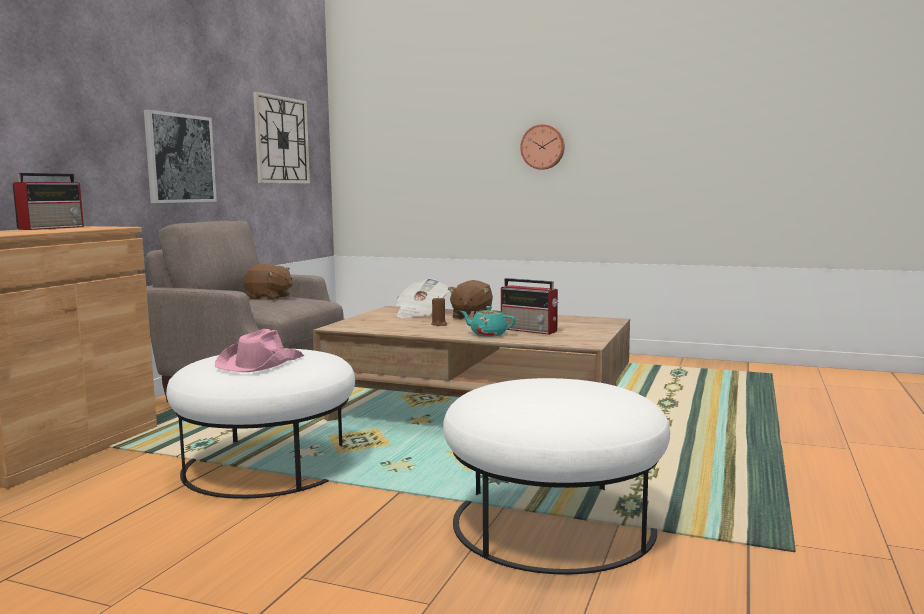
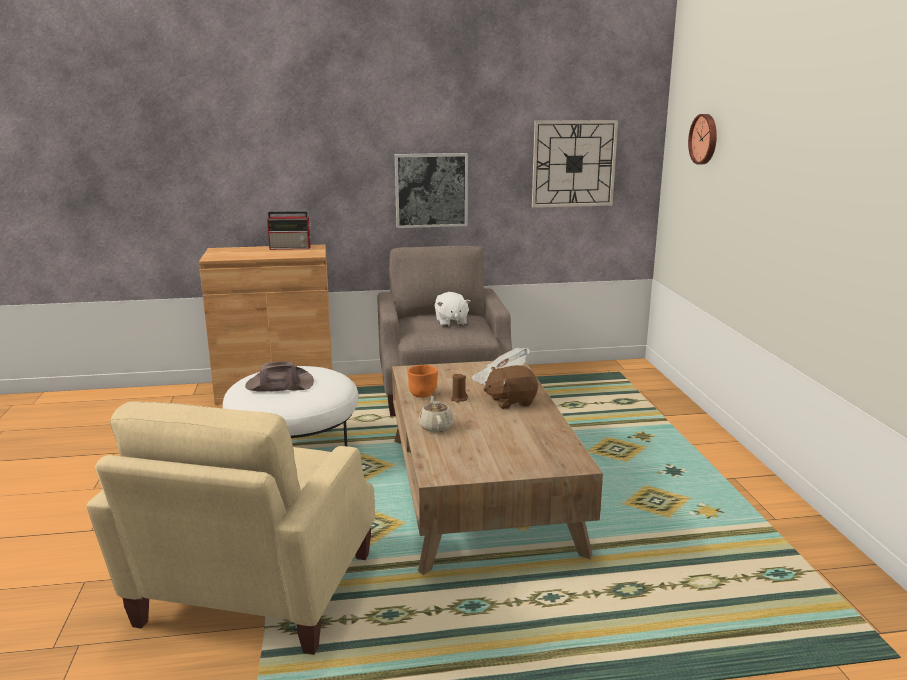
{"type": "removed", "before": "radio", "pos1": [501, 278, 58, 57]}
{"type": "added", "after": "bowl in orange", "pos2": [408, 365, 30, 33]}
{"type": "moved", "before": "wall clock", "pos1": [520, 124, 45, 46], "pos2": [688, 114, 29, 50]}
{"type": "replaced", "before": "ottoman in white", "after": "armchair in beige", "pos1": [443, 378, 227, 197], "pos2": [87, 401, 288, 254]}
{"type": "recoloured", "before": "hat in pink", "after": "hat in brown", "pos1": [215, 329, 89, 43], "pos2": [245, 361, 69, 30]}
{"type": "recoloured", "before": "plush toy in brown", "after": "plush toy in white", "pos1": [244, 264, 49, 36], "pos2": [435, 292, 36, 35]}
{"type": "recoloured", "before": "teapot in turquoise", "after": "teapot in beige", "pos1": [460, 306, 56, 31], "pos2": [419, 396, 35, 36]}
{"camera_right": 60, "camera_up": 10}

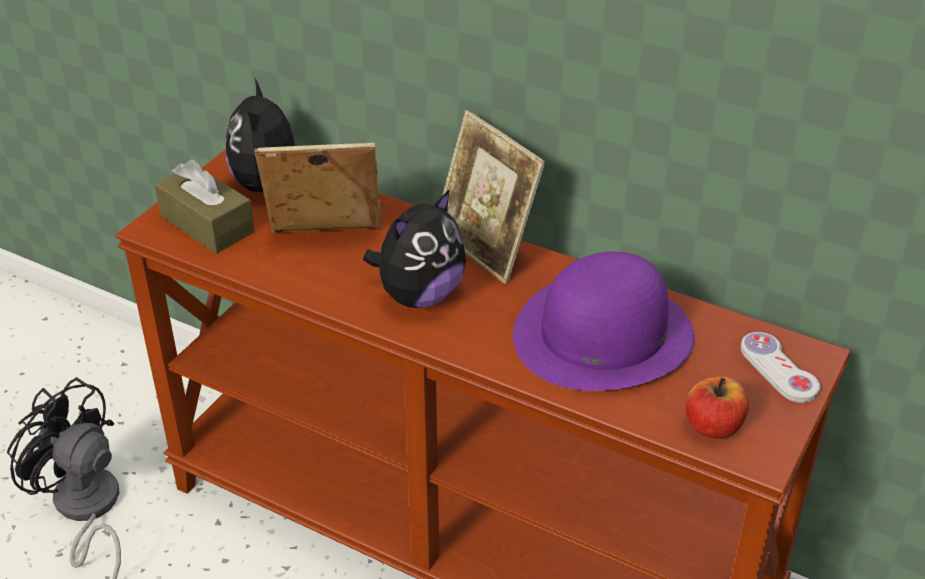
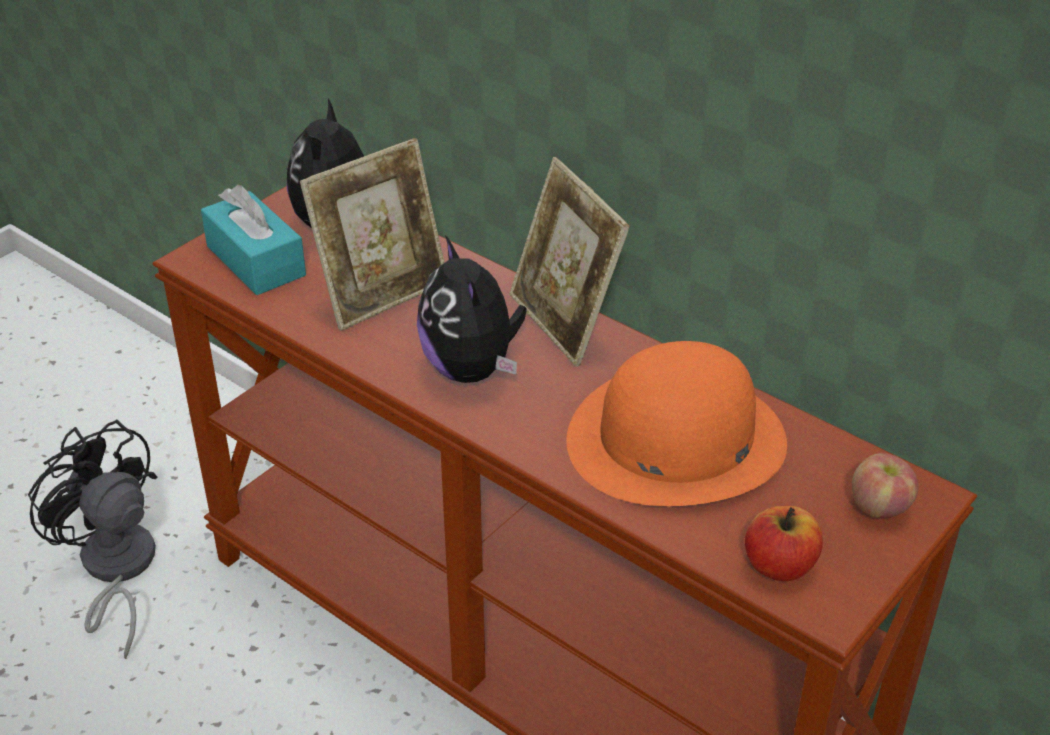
{"type": "replaced", "before": "game controller in white", "after": "apple", "pos1": [741, 332, 79, 71], "pos2": [852, 453, 67, 65]}
{"type": "recoloured", "before": "tissue box in brown", "after": "tissue box in turquoise", "pos1": [155, 159, 100, 95], "pos2": [201, 185, 105, 110]}
{"type": "recoloured", "before": "hat in purple", "after": "hat in orange", "pos1": [513, 252, 182, 139], "pos2": [566, 341, 221, 165]}
{"type": "turned", "before": "picture frame", "pos1": [254, 143, 128, 90], "pos2": [300, 138, 145, 193], "turn": 135}
{"type": "turned", "before": "plush toy", "pos1": [363, 189, 103, 119], "pos2": [417, 235, 110, 148], "turn": 105}
{"camera_right": 10, "camera_up": 0}

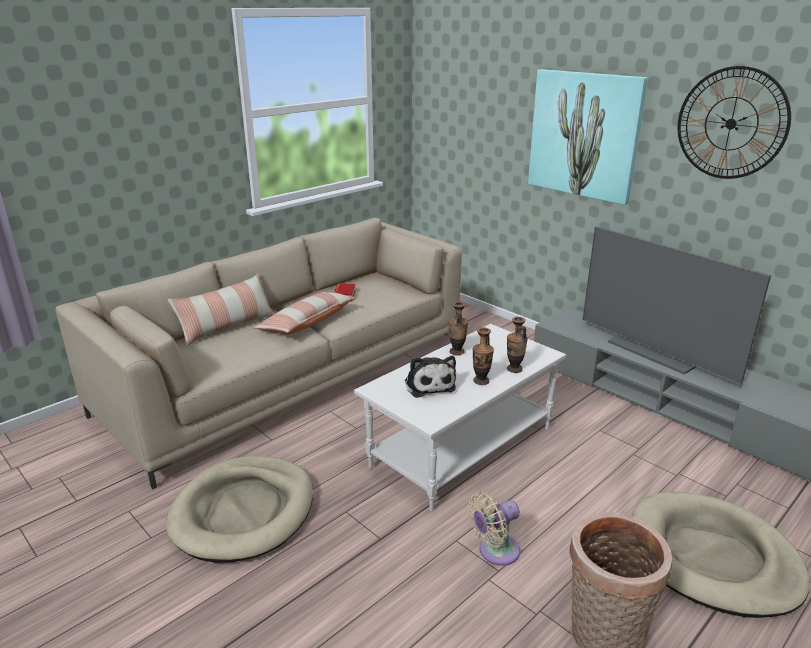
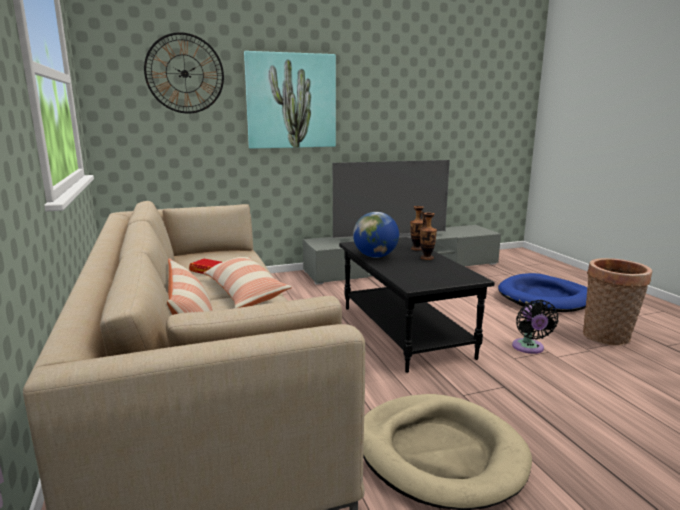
{"type": "removed", "before": "plush toy", "pos1": [405, 356, 51, 42]}
{"type": "moved", "before": "wall clock", "pos1": [678, 66, 113, 113], "pos2": [144, 32, 80, 82]}
{"type": "replaced", "before": "vase", "after": "globe", "pos1": [448, 302, 20, 54], "pos2": [353, 212, 46, 46]}
{"type": "recoloured", "before": "coffee table in white", "after": "coffee table in black", "pos1": [354, 324, 212, 187], "pos2": [339, 237, 156, 136]}
{"type": "recoloured", "before": "fan in beige", "after": "fan in black", "pos1": [468, 491, 52, 75], "pos2": [512, 300, 46, 54]}
{"type": "recoloured", "before": "dog bed in beige", "after": "dog bed in blue", "pos1": [632, 492, 178, 126], "pos2": [498, 273, 89, 39]}
{"camera_right": -65, "camera_up": -10}

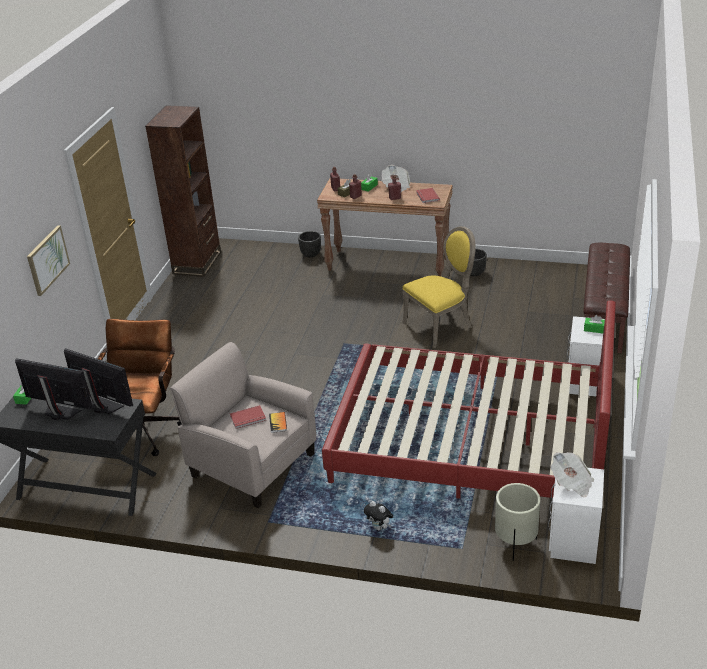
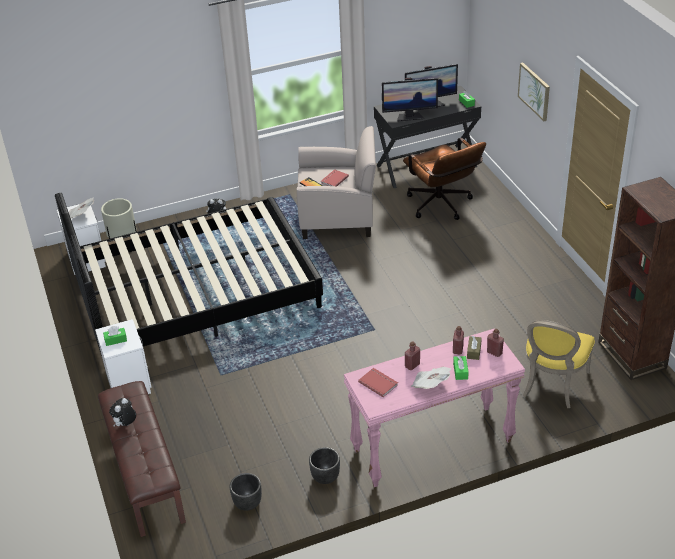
{"type": "added", "after": "plush toy", "pos2": [109, 398, 27, 29]}
{"type": "moved", "before": "planter in black", "pos1": [298, 231, 23, 27], "pos2": [230, 473, 32, 38]}
{"type": "moved", "before": "chair in yellow", "pos1": [402, 226, 74, 122], "pos2": [522, 320, 73, 88]}
{"type": "recoloured", "before": "console table in brown", "after": "console table in pink", "pos1": [317, 178, 136, 98], "pos2": [344, 329, 181, 158]}
{"type": "recoloured", "before": "bed in red", "after": "bed in black", "pos1": [322, 301, 294, 198], "pos2": [55, 193, 268, 163]}
{"camera_right": 145, "camera_up": 5}

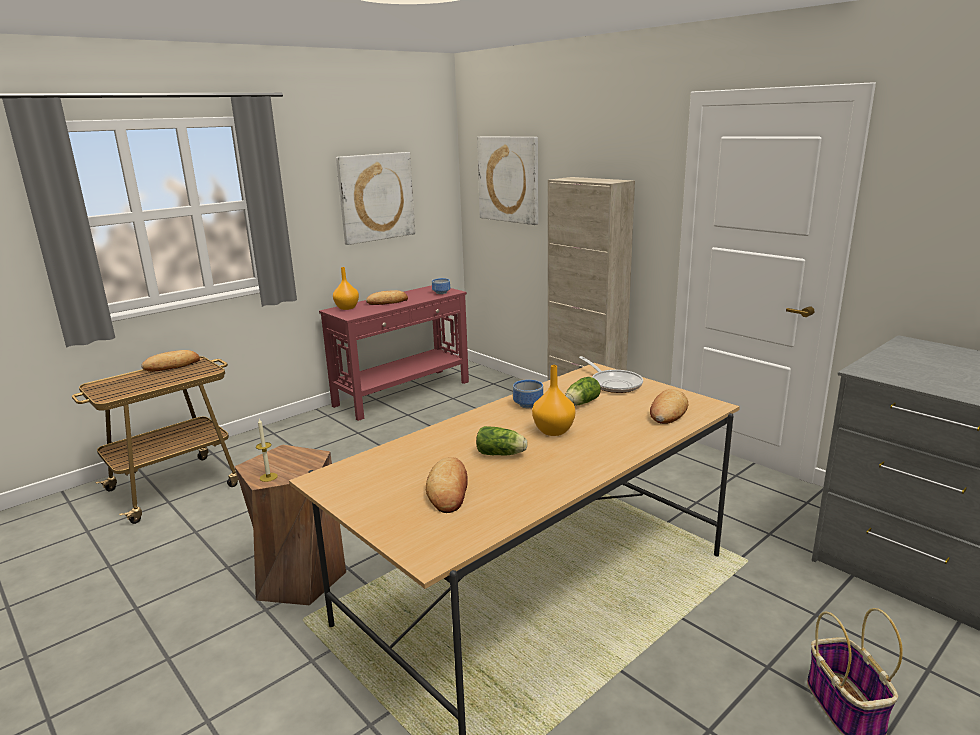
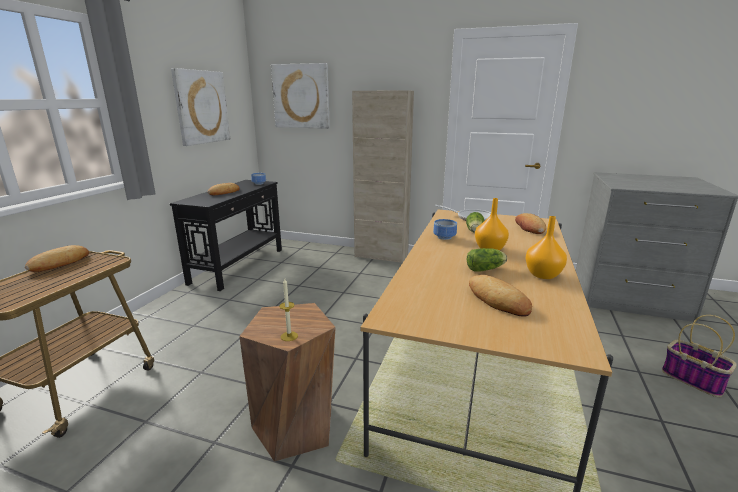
{"type": "moved", "before": "vase in orange", "pos1": [333, 267, 26, 43], "pos2": [525, 216, 42, 63]}
{"type": "recoloured", "before": "console table in red", "after": "console table in black", "pos1": [319, 285, 150, 136], "pos2": [170, 180, 112, 111]}
{"camera_right": -30, "camera_up": 0}

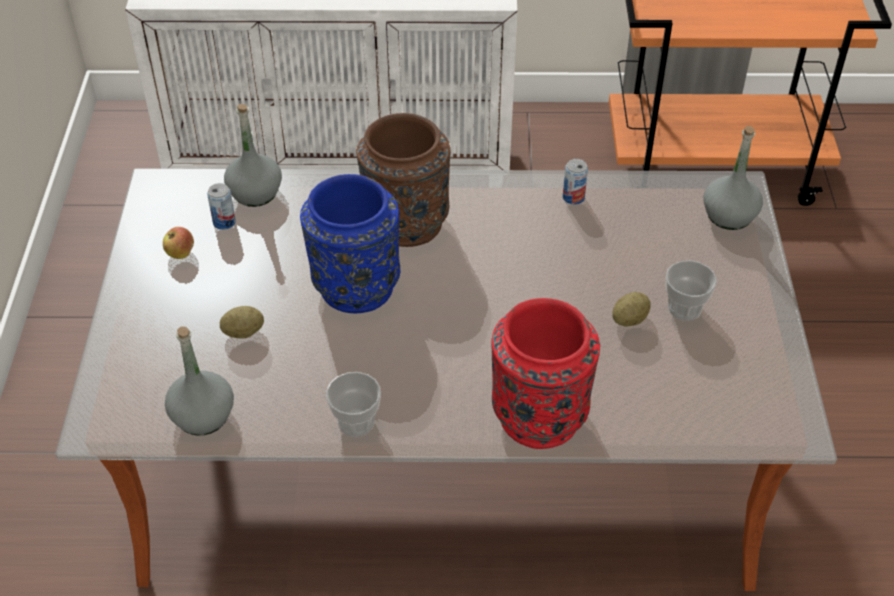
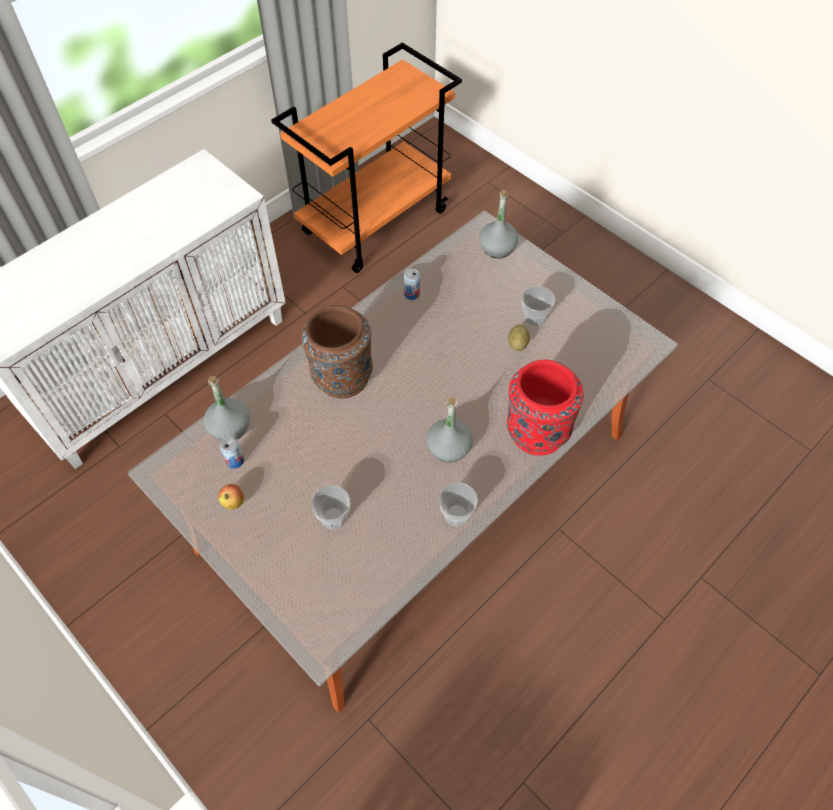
{"type": "removed", "before": "vase in blue", "pos1": [300, 174, 100, 139]}
{"type": "moved", "before": "bottle in grey", "pos1": [165, 327, 69, 108], "pos2": [426, 397, 47, 66]}
{"type": "replaced", "before": "potato", "after": "cup", "pos1": [220, 306, 44, 33], "pos2": [311, 485, 39, 44]}
{"camera_right": -45, "camera_up": 10}

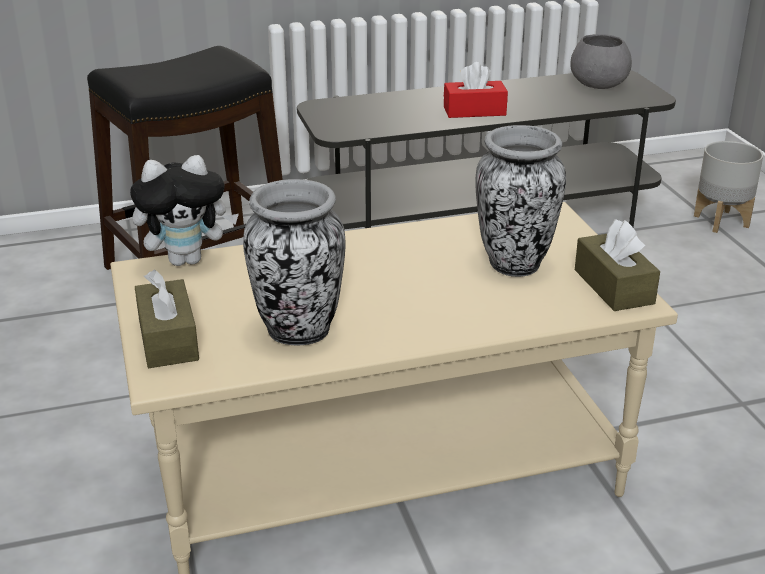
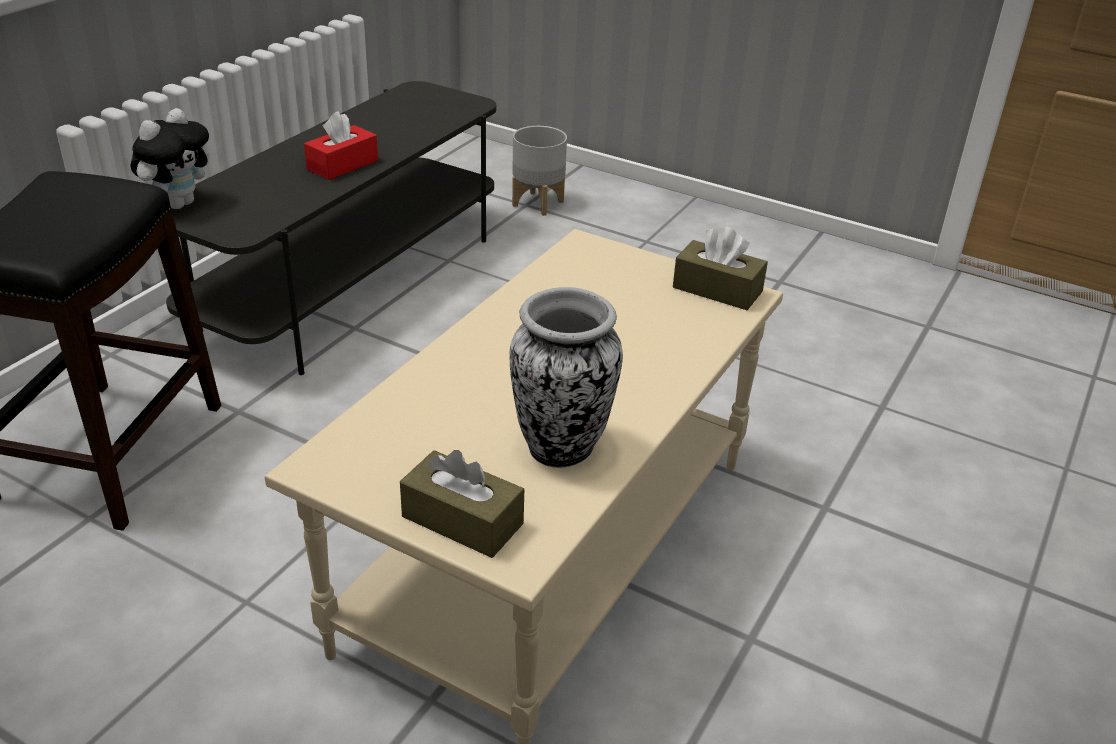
{"type": "removed", "before": "vase", "pos1": [475, 125, 91, 152]}
{"type": "removed", "before": "bowl in grey", "pos1": [570, 34, 62, 55]}
{"type": "moved", "before": "plush toy", "pos1": [130, 155, 109, 111], "pos2": [130, 108, 80, 101]}
{"camera_right": -45, "camera_up": 5}

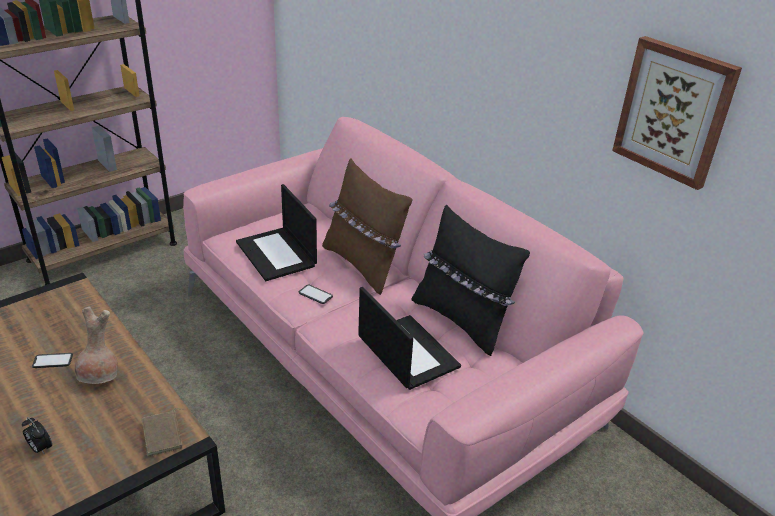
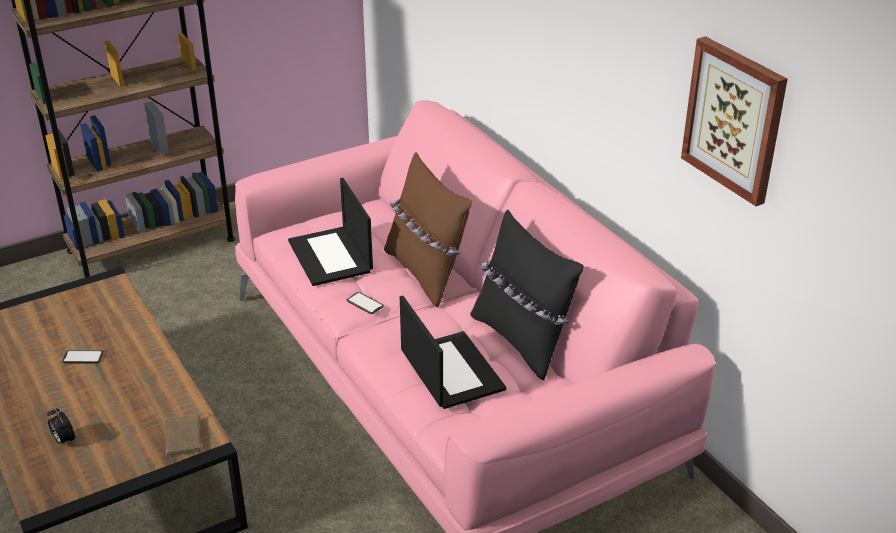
{"type": "removed", "before": "vase in brown", "pos1": [75, 307, 43, 77]}
{"camera_right": 10, "camera_up": 0}

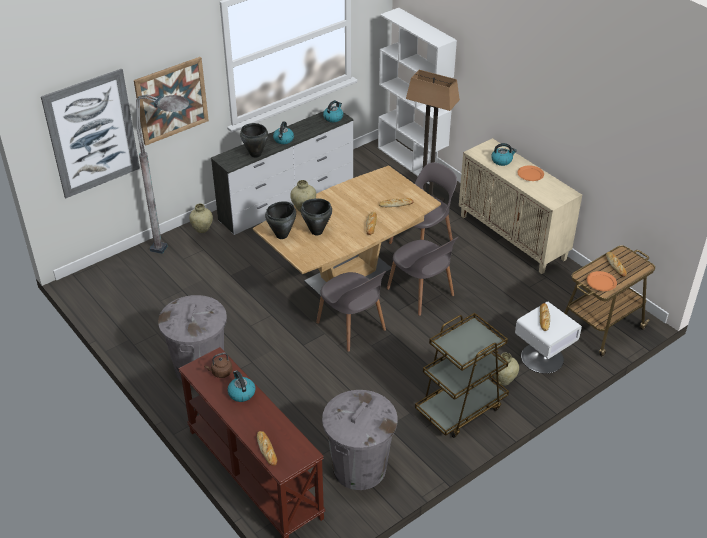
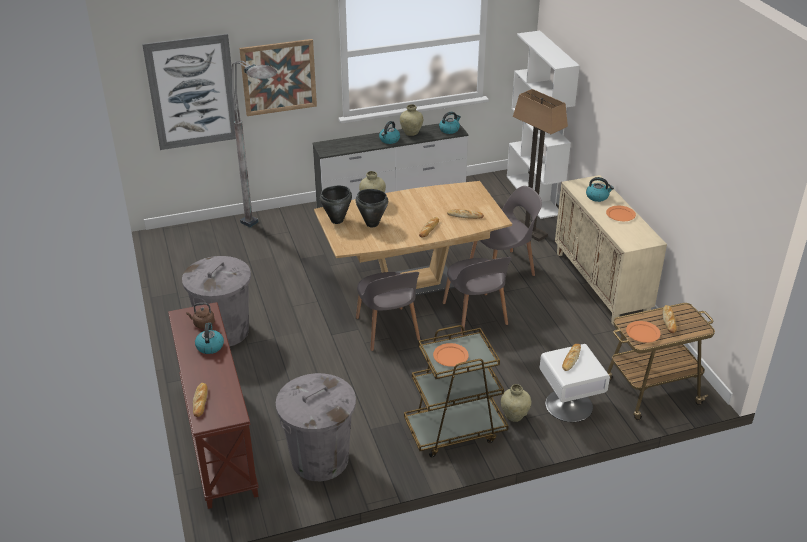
{"type": "removed", "before": "cooking pot in black", "pos1": [240, 123, 28, 35]}
{"type": "added", "after": "plate in orange", "pos2": [433, 343, 36, 24]}
{"type": "moved", "before": "vase in beige", "pos1": [189, 204, 24, 29], "pos2": [400, 104, 23, 32]}
{"camera_right": 20, "camera_up": -5}

